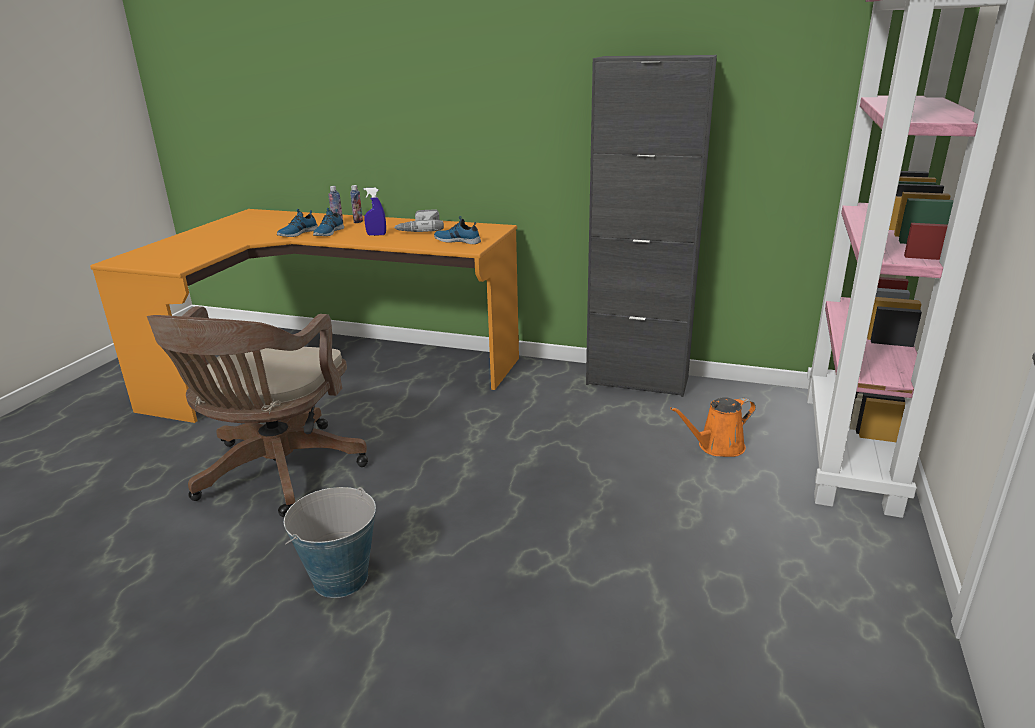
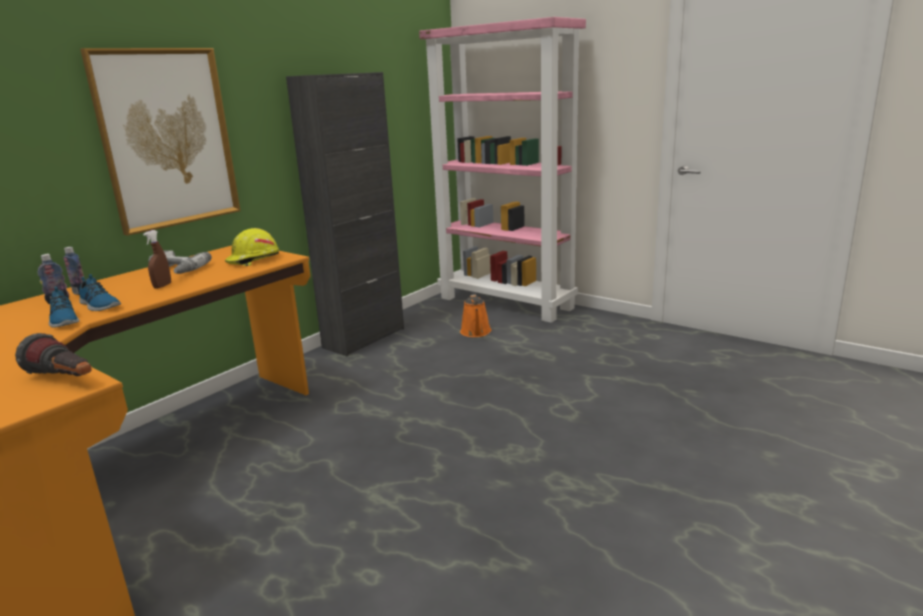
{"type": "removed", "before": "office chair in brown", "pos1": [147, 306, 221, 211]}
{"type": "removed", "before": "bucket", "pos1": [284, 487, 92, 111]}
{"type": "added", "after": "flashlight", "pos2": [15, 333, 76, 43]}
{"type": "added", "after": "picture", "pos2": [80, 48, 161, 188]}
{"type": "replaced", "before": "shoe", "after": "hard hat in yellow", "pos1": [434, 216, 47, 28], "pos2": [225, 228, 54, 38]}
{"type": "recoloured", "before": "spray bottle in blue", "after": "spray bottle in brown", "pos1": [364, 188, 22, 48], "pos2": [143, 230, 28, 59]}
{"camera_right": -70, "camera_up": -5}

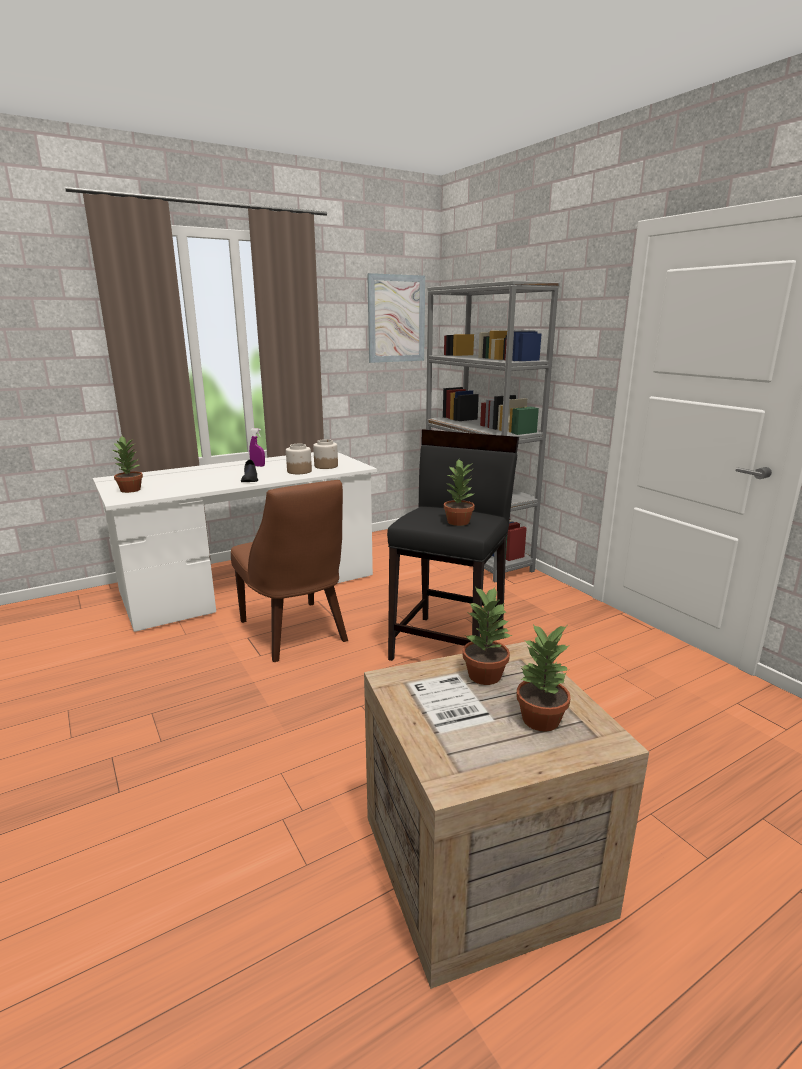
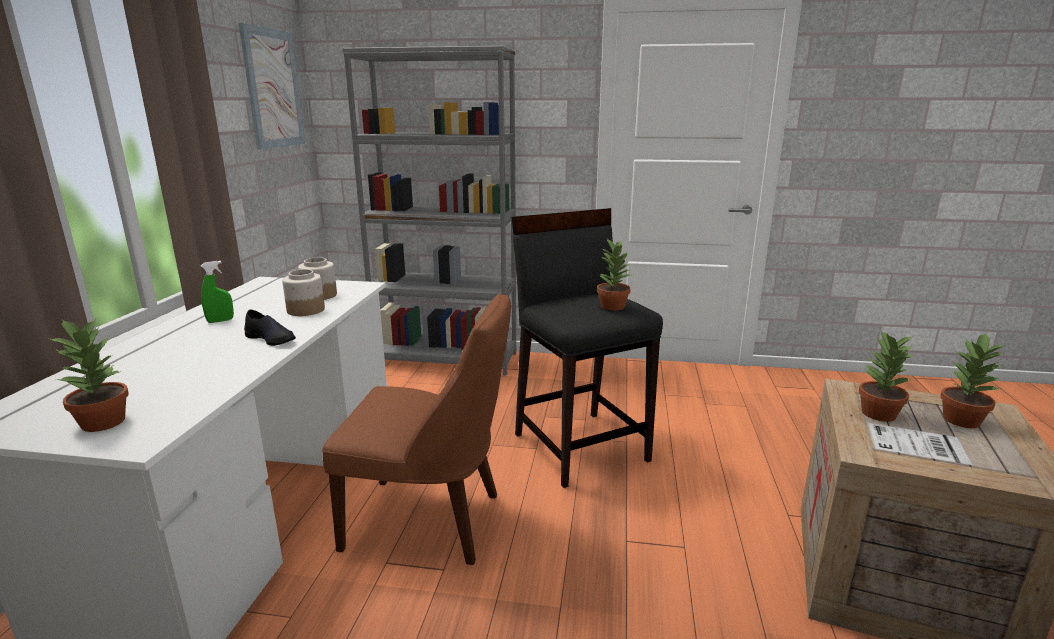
{"type": "recoloured", "before": "spray bottle in purple", "after": "spray bottle in green", "pos1": [249, 428, 16, 39], "pos2": [201, 261, 33, 62]}
{"camera_right": -50, "camera_up": 0}

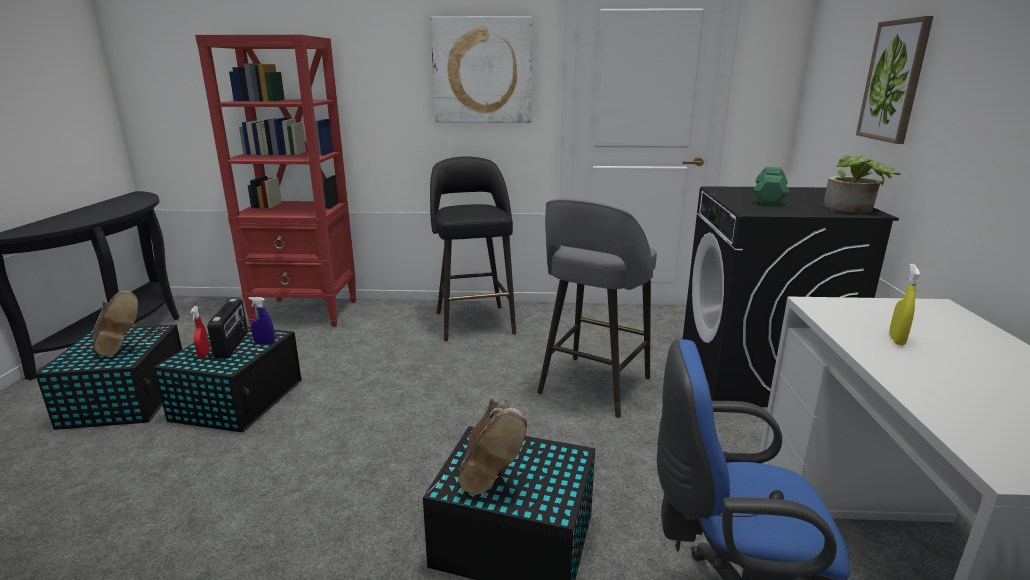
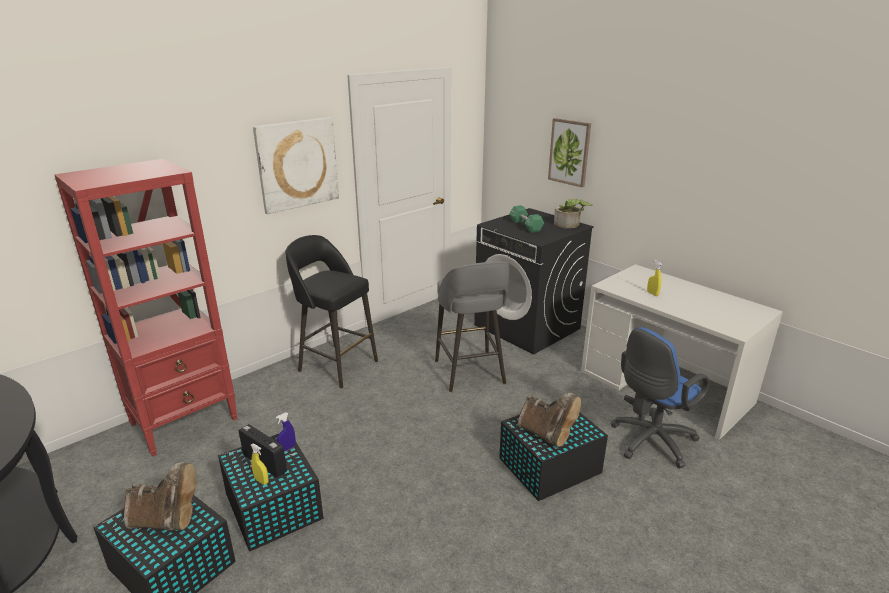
{"type": "recoloured", "before": "spray bottle in red", "after": "spray bottle in yellow", "pos1": [190, 306, 20, 53], "pos2": [251, 443, 18, 42]}
{"camera_right": -45, "camera_up": 5}

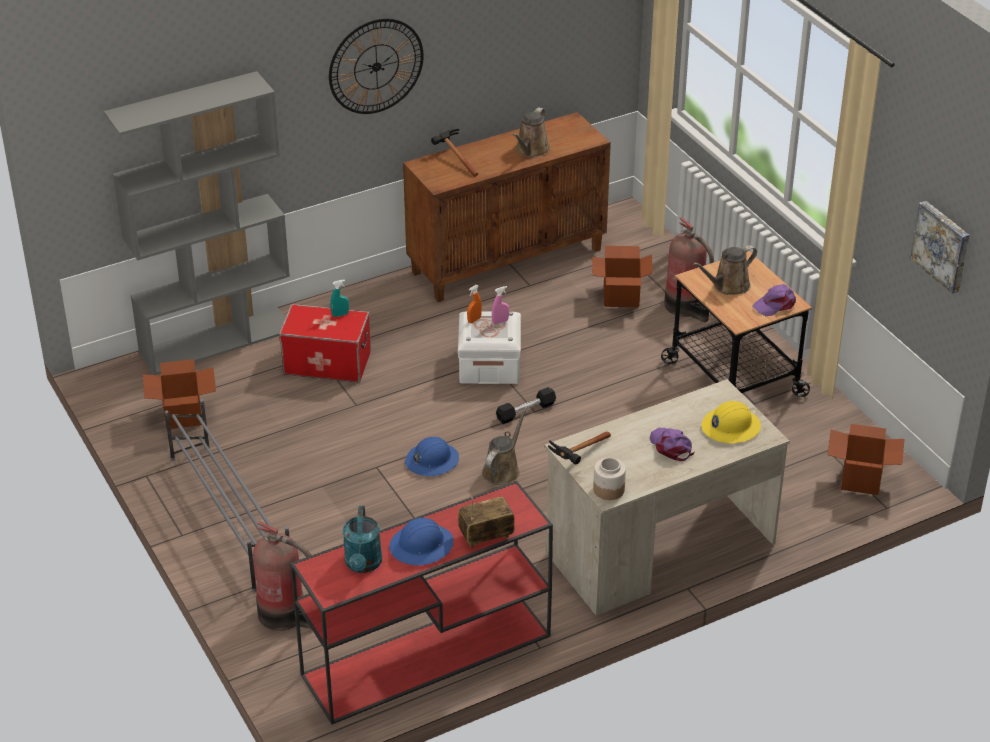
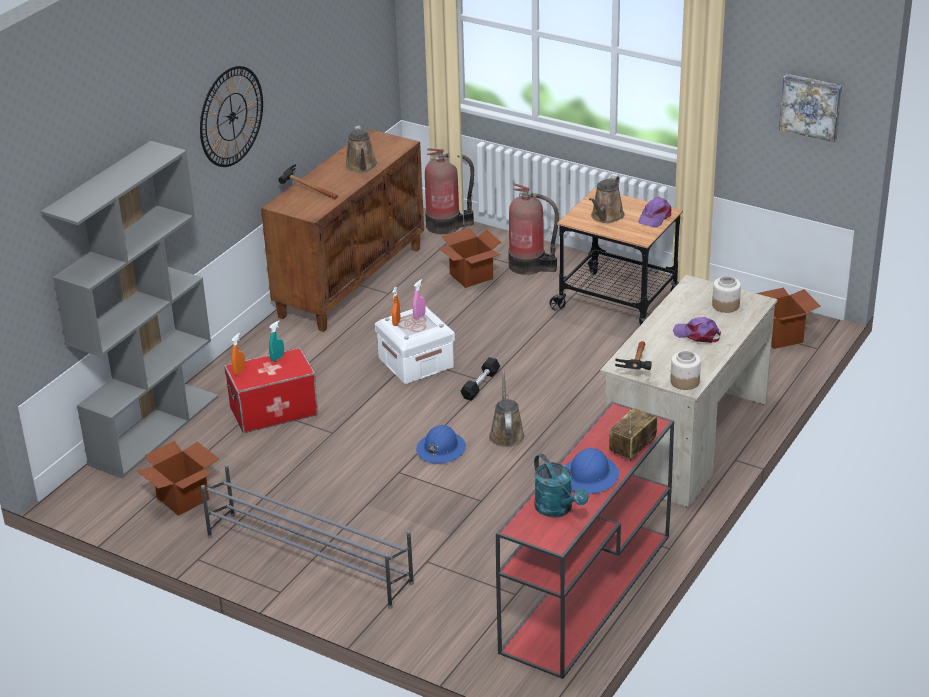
{"type": "added", "after": "spray bottle in orange", "pos2": [231, 333, 14, 42]}
{"type": "moved", "before": "fire extinguisher", "pos1": [253, 521, 58, 110], "pos2": [425, 148, 49, 86]}
{"type": "replaced", "before": "hard hat in yellow", "after": "jar", "pos1": [701, 401, 60, 42], "pos2": [712, 276, 29, 37]}
{"camera_right": -30, "camera_up": -5}

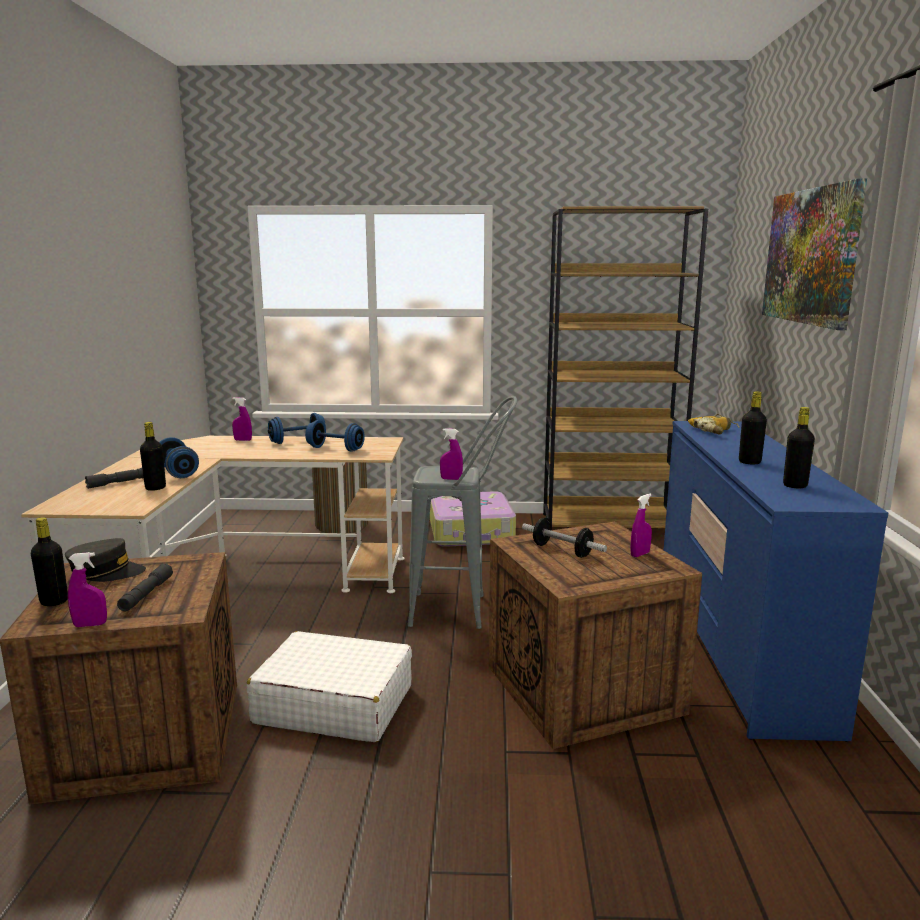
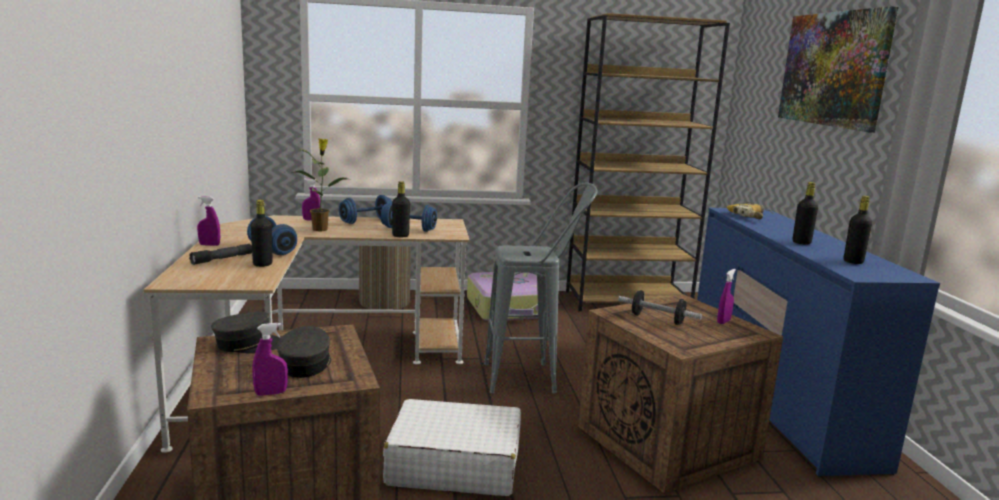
{"type": "added", "after": "potted plant", "pos2": [295, 139, 52, 92]}
{"type": "moved", "before": "bottle in black", "pos1": [31, 517, 37, 89], "pos2": [392, 181, 18, 56]}
{"type": "moved", "before": "spray bottle in purple", "pos1": [440, 428, 23, 52], "pos2": [197, 196, 23, 50]}
{"type": "replaced", "before": "flashlight in grey", "after": "cap in grey", "pos1": [117, 563, 56, 48], "pos2": [277, 326, 54, 52]}
{"camera_right": -10, "camera_up": 0}

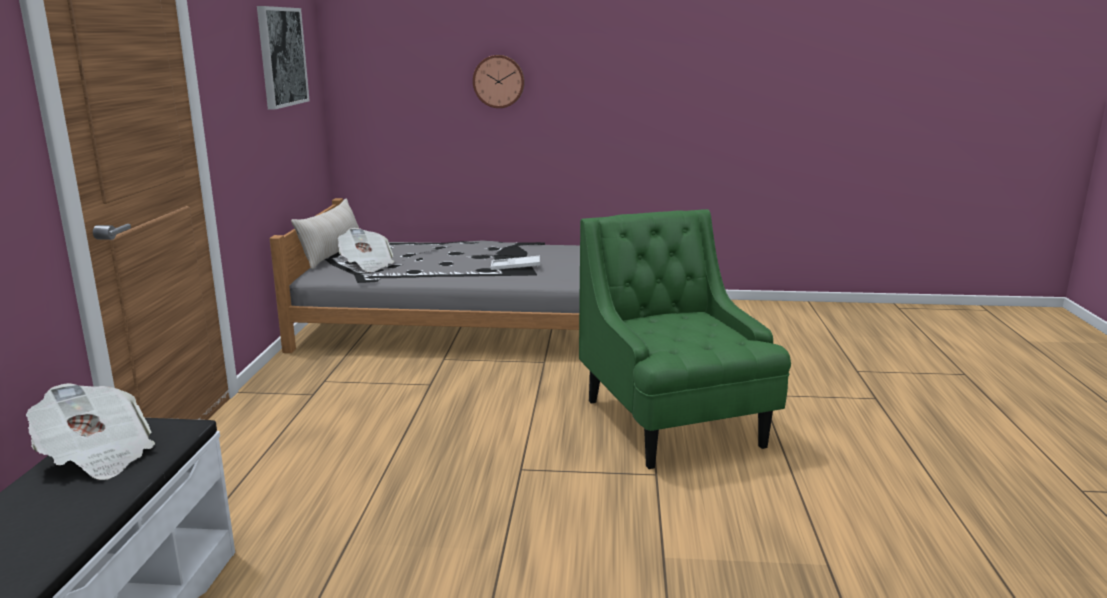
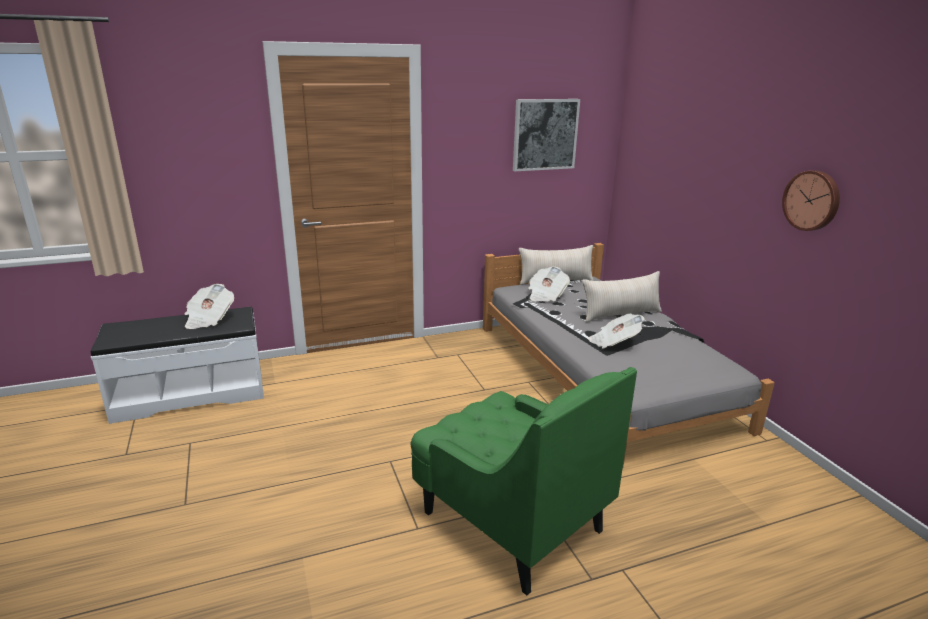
{"type": "added", "after": "pillow in beige", "pos2": [582, 271, 80, 51]}
{"type": "moved", "before": "wall clock", "pos1": [473, 55, 52, 53], "pos2": [782, 170, 58, 61]}
{"type": "replaced", "before": "tray in white", "after": "newspaper", "pos1": [491, 256, 49, 14], "pos2": [588, 314, 57, 35]}
{"type": "turned", "before": "armchair in green", "pos1": [579, 209, 212, 260], "pos2": [410, 367, 227, 228], "turn": 90}
{"camera_right": 65, "camera_up": 5}

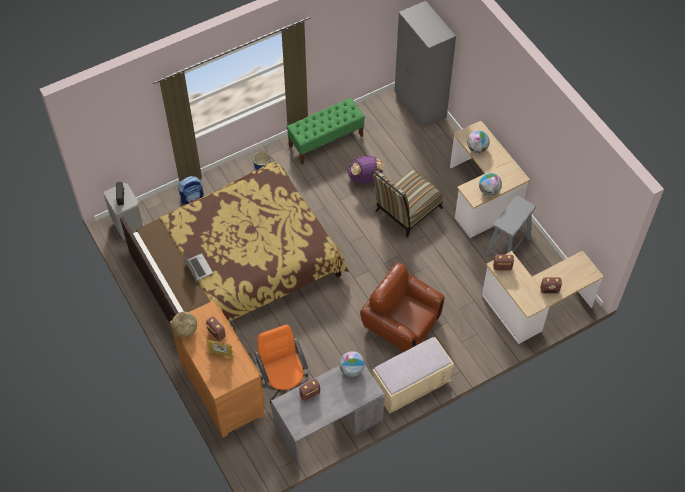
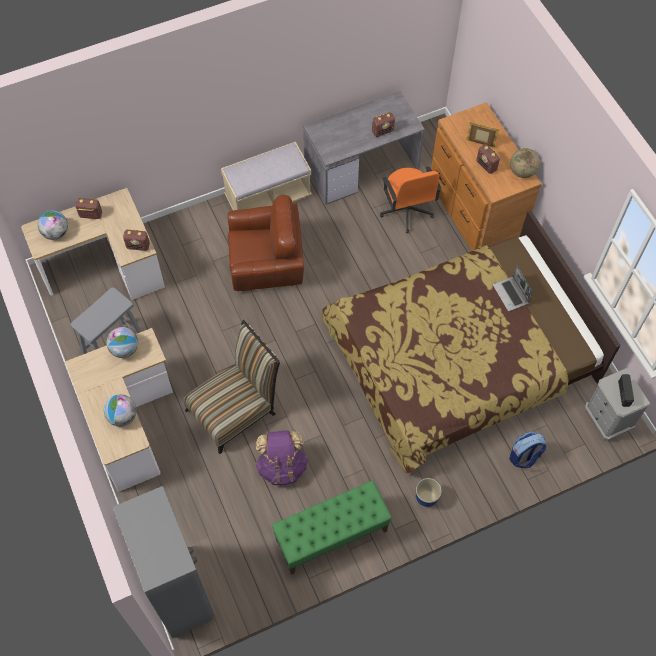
{"type": "moved", "before": "globe", "pos1": [340, 351, 25, 26], "pos2": [38, 211, 30, 29]}
{"type": "turned", "before": "armchair in brown", "pos1": [360, 263, 84, 89], "pos2": [228, 195, 76, 96], "turn": -45}
{"camera_right": -175, "camera_up": 5}

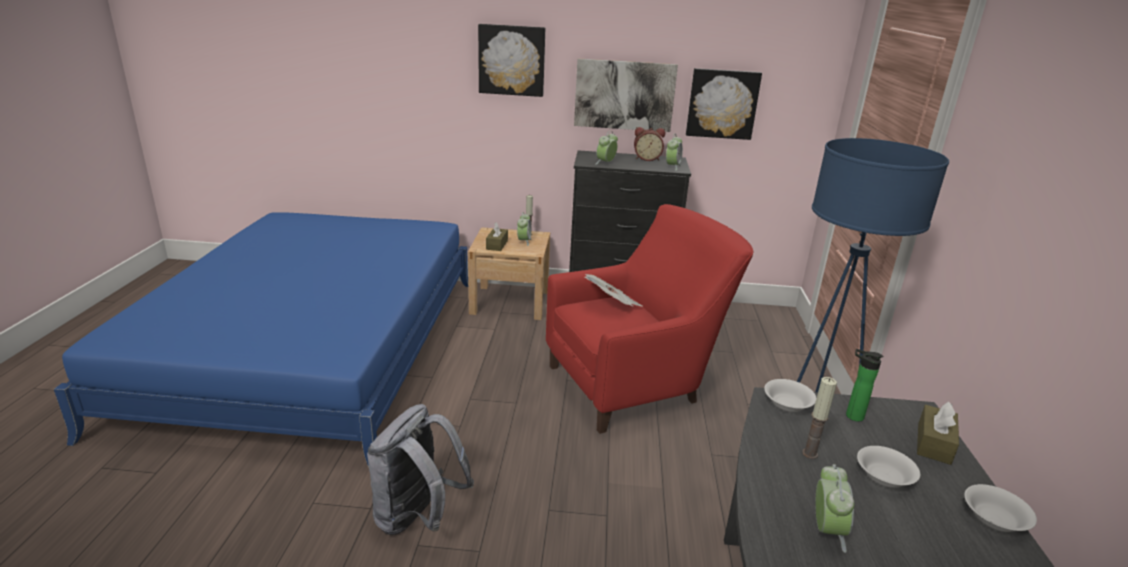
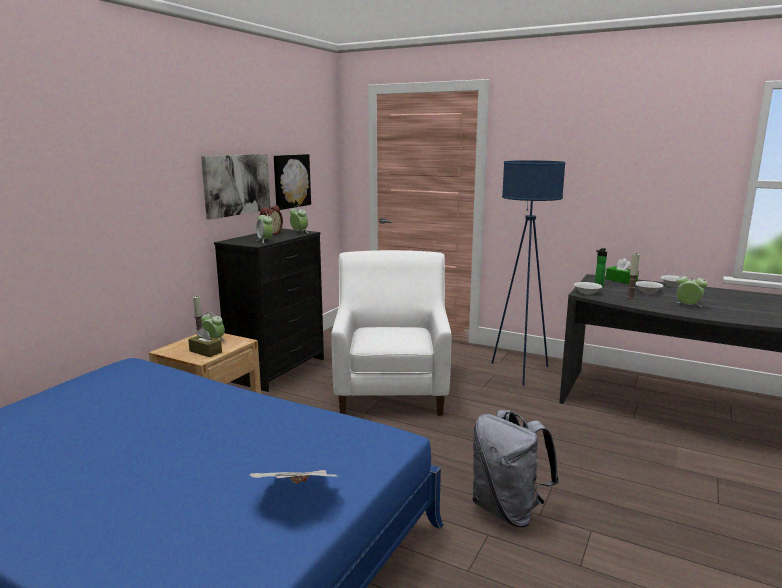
{"type": "removed", "before": "picture", "pos1": [478, 24, 67, 73]}
{"type": "moved", "before": "newspaper", "pos1": [585, 274, 58, 33], "pos2": [250, 470, 90, 14]}
{"type": "recoloured", "before": "armchair in red", "after": "armchair in white", "pos1": [546, 204, 207, 230], "pos2": [331, 250, 120, 166]}
{"type": "recoloured", "before": "tissue box in brown", "after": "tissue box in green", "pos1": [917, 402, 42, 63], "pos2": [606, 258, 33, 26]}
{"camera_right": -65, "camera_up": -10}

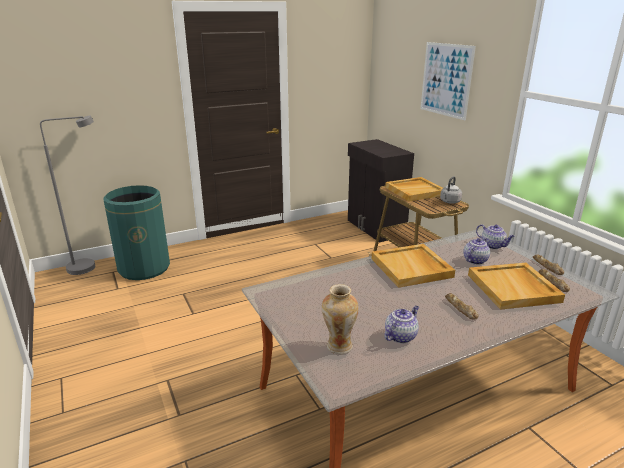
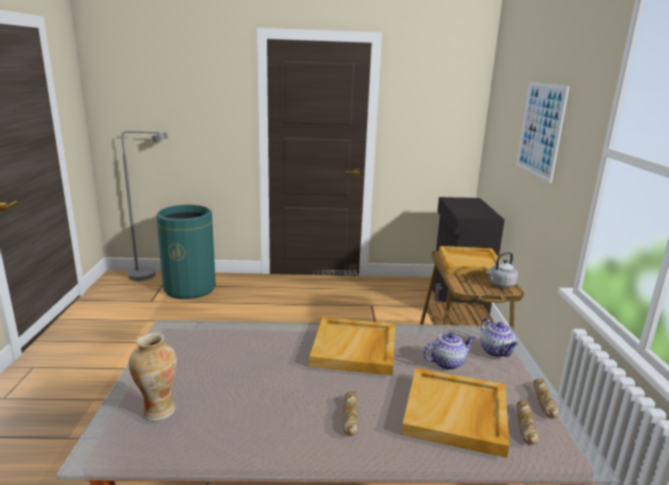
{"type": "removed", "before": "teapot", "pos1": [384, 306, 35, 37]}
{"camera_right": 25, "camera_up": -5}

